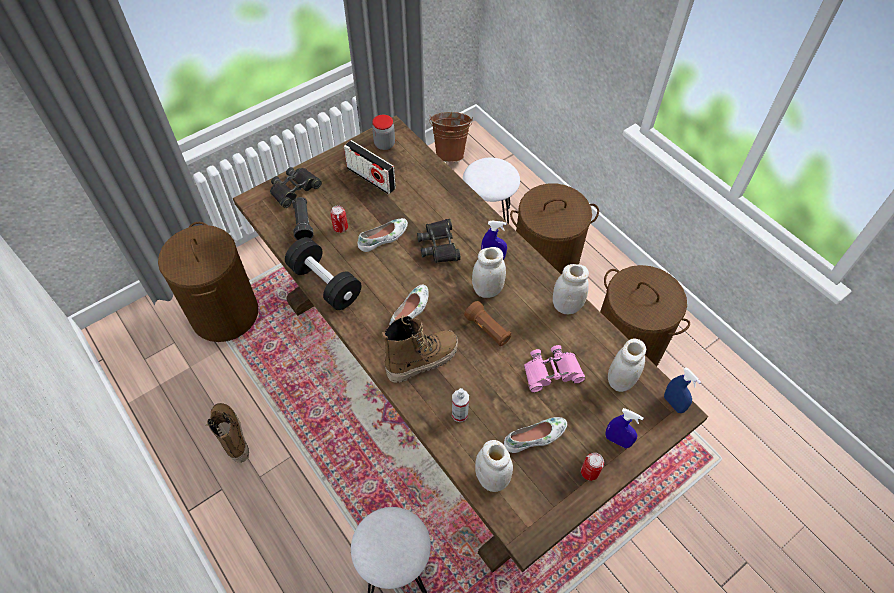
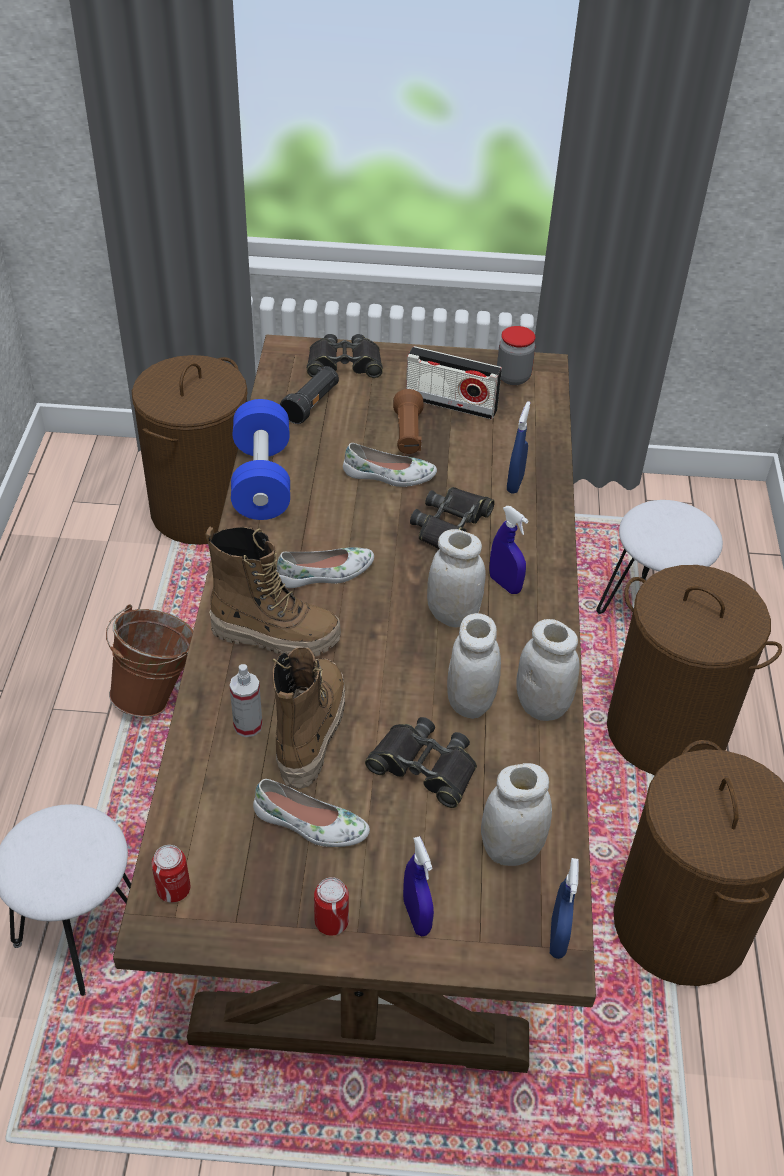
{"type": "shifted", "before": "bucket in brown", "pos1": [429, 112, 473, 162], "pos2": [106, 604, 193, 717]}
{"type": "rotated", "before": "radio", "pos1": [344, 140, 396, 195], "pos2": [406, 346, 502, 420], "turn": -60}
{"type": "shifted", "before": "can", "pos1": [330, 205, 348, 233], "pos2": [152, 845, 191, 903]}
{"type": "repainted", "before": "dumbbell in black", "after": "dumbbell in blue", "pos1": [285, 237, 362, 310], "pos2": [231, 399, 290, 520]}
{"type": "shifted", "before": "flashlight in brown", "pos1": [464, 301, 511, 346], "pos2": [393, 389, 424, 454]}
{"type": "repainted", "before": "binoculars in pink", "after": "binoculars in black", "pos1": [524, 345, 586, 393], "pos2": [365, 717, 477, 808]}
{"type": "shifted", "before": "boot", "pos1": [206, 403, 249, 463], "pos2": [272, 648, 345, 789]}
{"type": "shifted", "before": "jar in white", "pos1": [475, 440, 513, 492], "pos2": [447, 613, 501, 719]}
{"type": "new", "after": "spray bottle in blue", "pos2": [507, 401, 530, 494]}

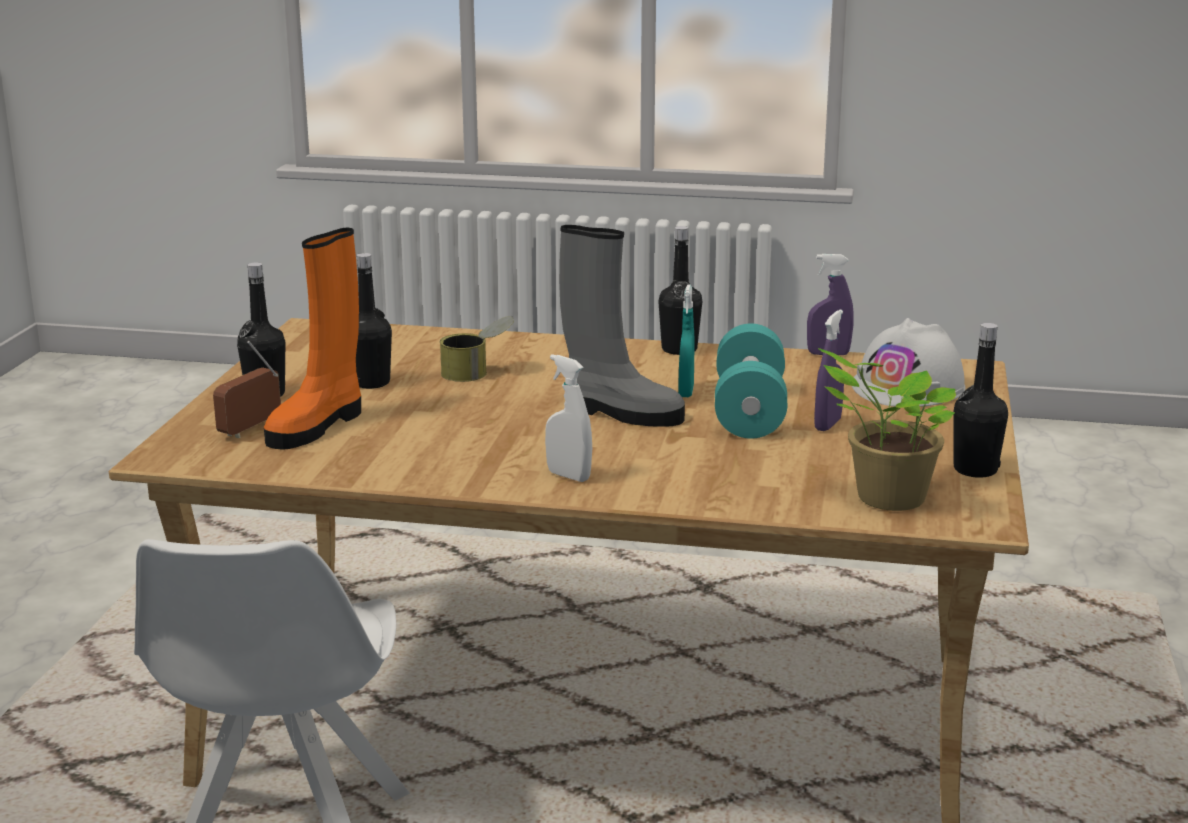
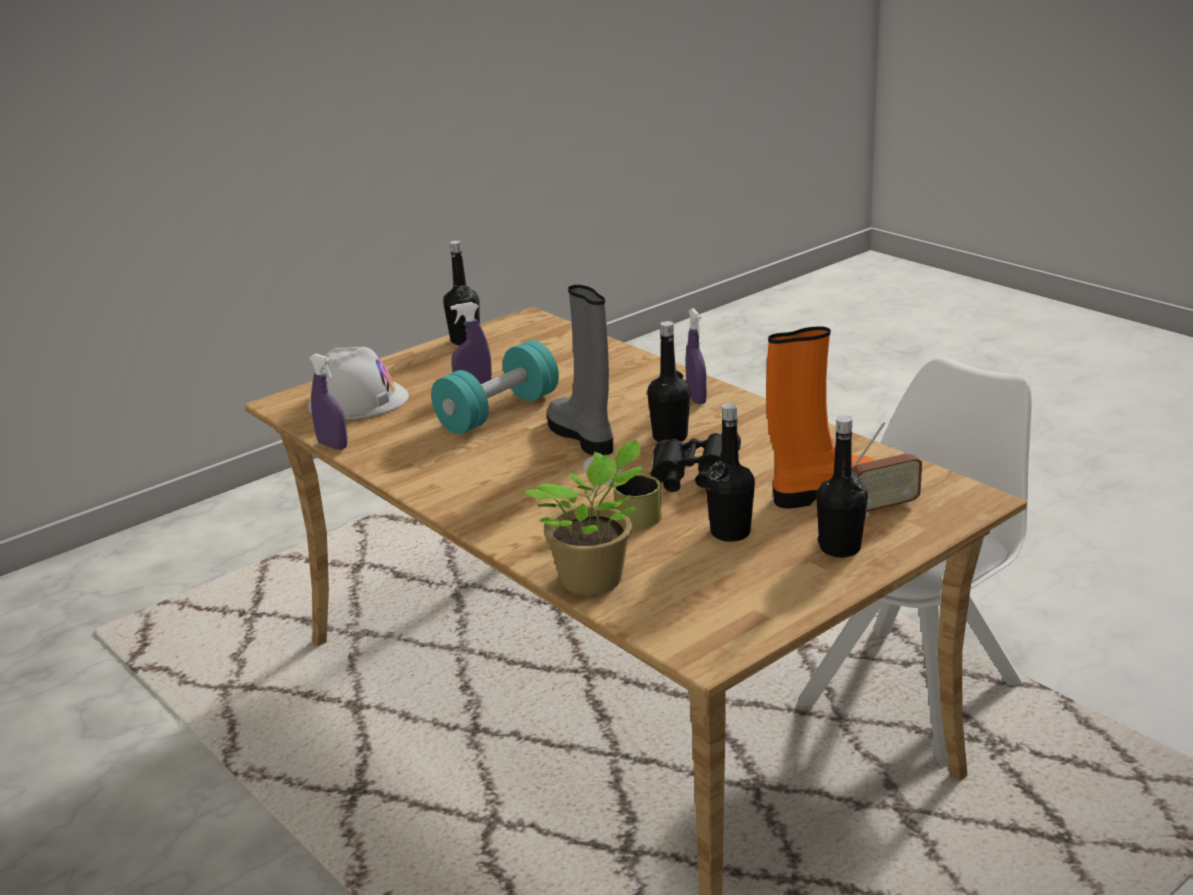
{"type": "shifted", "before": "bottle in black", "pos1": [658, 226, 702, 355], "pos2": [647, 321, 690, 442]}
{"type": "gone", "before": "spray bottle in turquoise", "pos1": [678, 285, 694, 397]}
{"type": "shifted", "before": "potted plant", "pos1": [818, 348, 956, 511], "pos2": [522, 440, 645, 595]}
{"type": "repainted", "before": "spray bottle in white", "after": "spray bottle in purple", "pos1": [545, 354, 592, 482], "pos2": [686, 308, 707, 404]}
{"type": "new", "after": "binoculars in black", "pos2": [651, 433, 741, 492]}

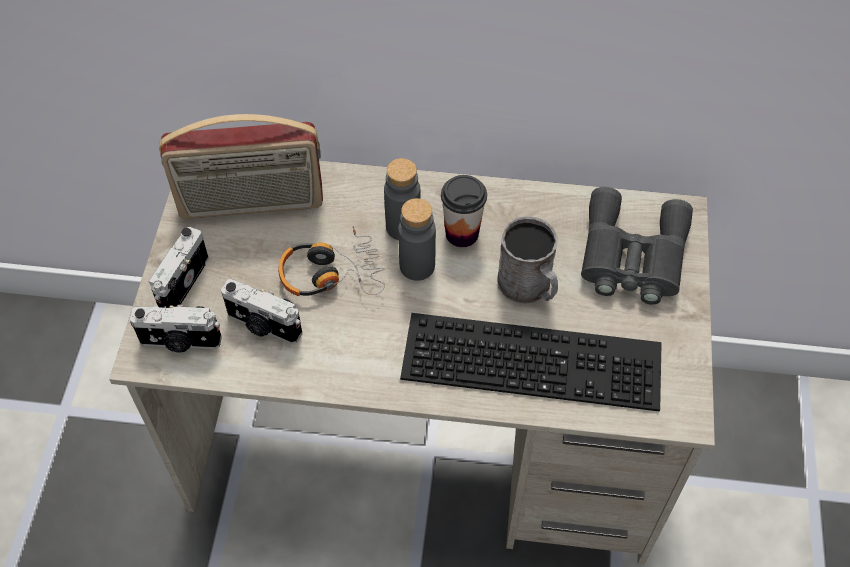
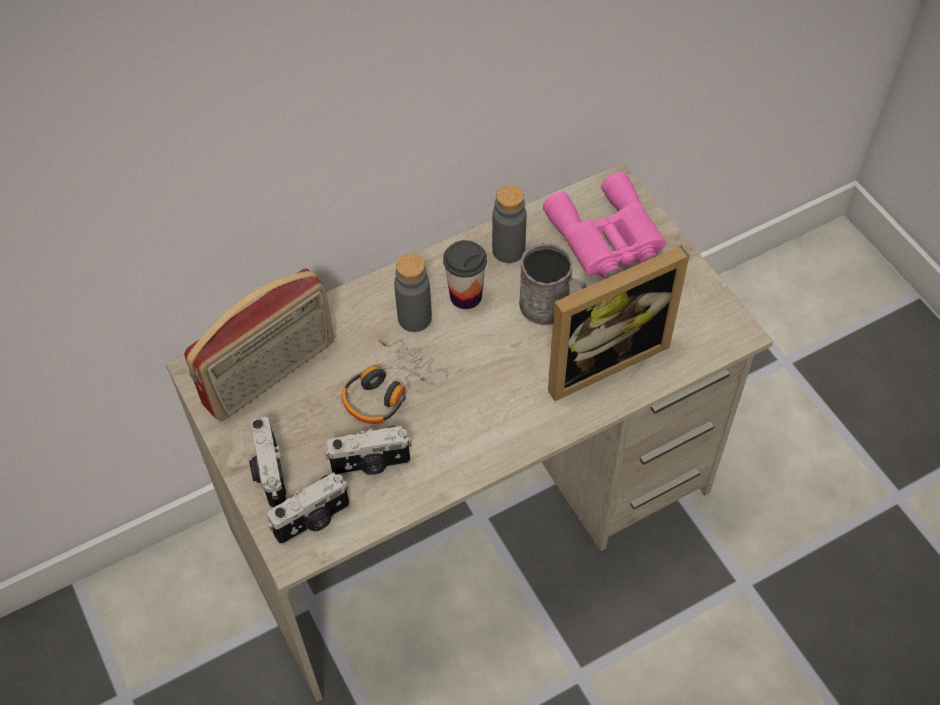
{"type": "repainted", "before": "binoculars in grey", "after": "binoculars in pink", "pos1": [581, 187, 693, 305], "pos2": [543, 172, 666, 279]}
{"type": "shifted", "before": "bottle in grey", "pos1": [398, 198, 436, 281], "pos2": [492, 185, 527, 263]}
{"type": "swapped", "before": "keyboard", "after": "picture frame", "pos1": [400, 313, 662, 412], "pos2": [548, 246, 689, 401]}

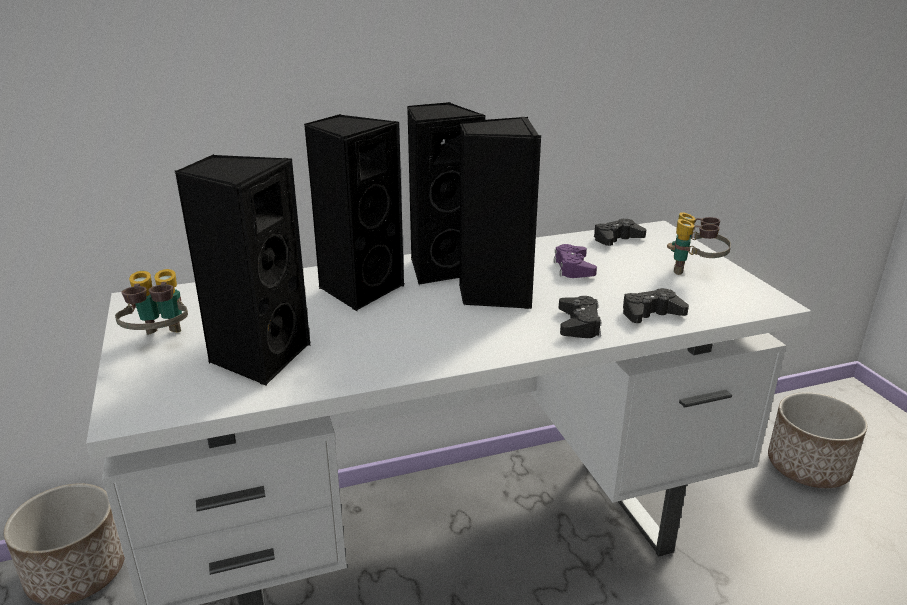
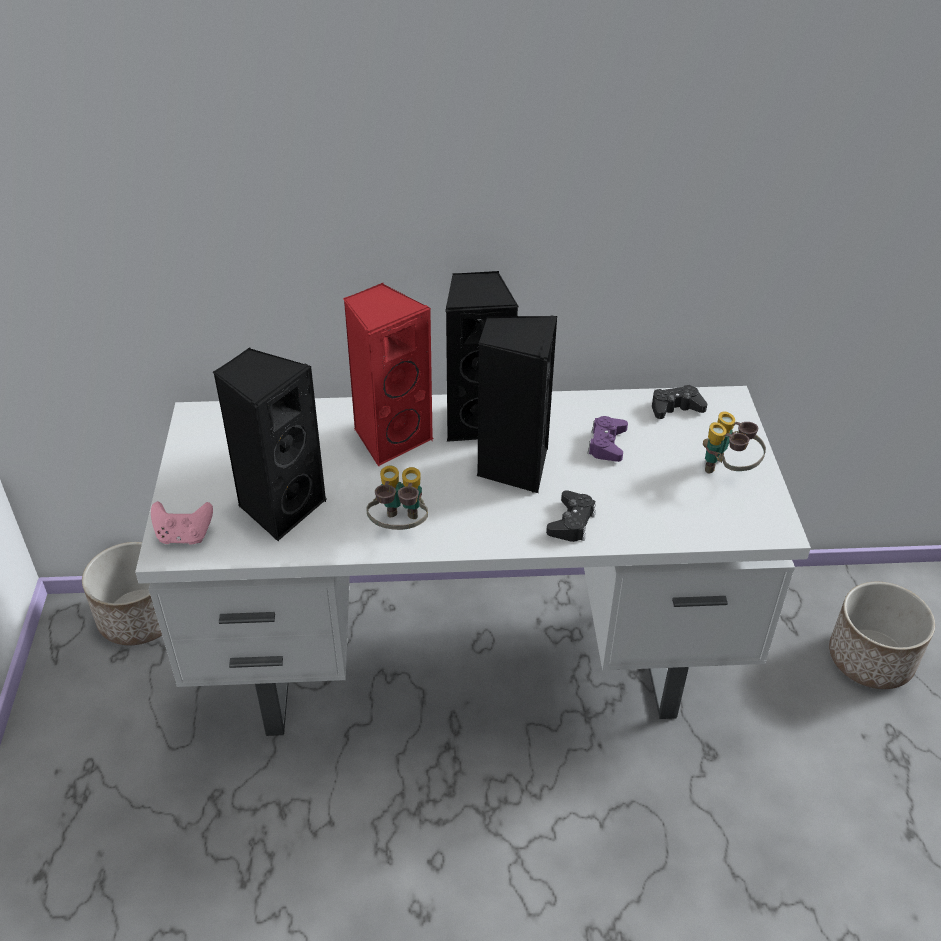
{"type": "repainted", "before": "speaker in black", "after": "speaker in red", "pos1": [304, 114, 404, 311], "pos2": [343, 283, 434, 466]}
{"type": "shifted", "before": "binoculars", "pos1": [115, 269, 188, 335], "pos2": [366, 466, 428, 530]}
{"type": "gone", "before": "game controller in black", "pos1": [623, 288, 689, 323]}
{"type": "new", "after": "game controller in pink", "pos2": [151, 501, 213, 545]}

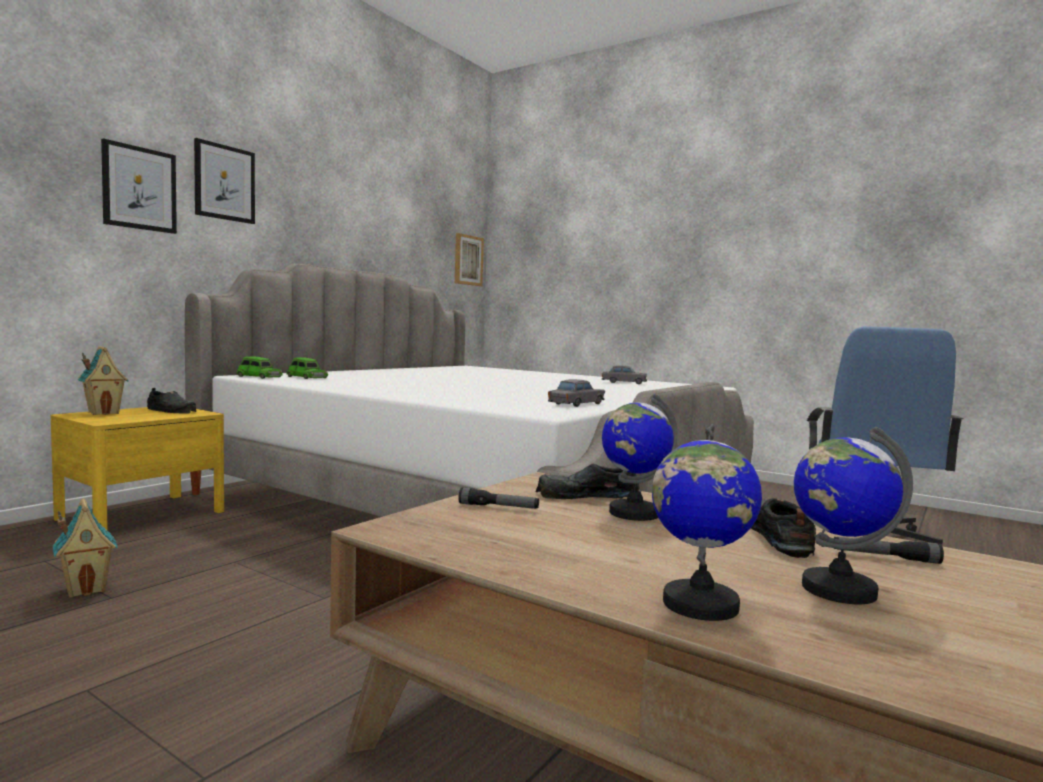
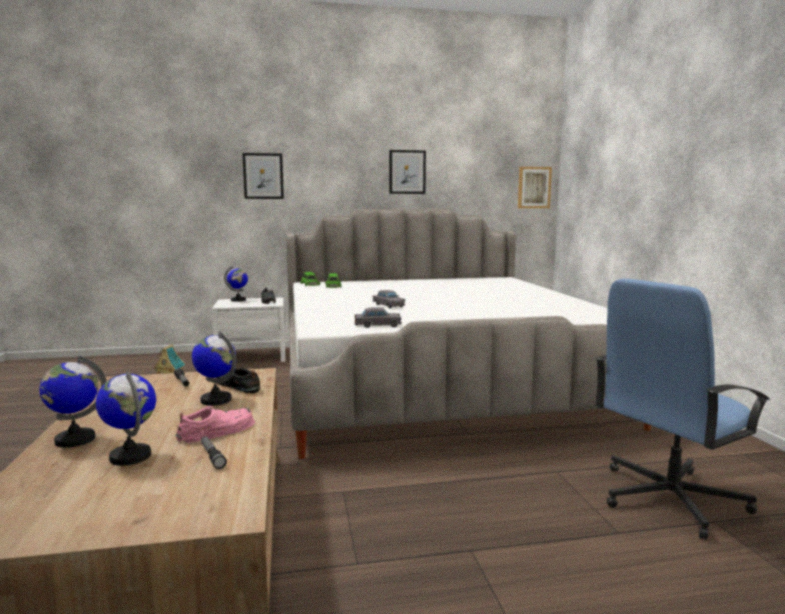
{"type": "shifted", "before": "picture", "pos1": [194, 138, 255, 224], "pos2": [389, 150, 426, 194]}
{"type": "swapped", "before": "toy house", "after": "globe", "pos1": [77, 346, 128, 415], "pos2": [224, 266, 248, 302]}
{"type": "shifted", "before": "toy car in grey", "pos1": [602, 365, 647, 384], "pos2": [373, 290, 406, 309]}
{"type": "repainted", "before": "nightstand in yellow", "after": "nightstand in white", "pos1": [51, 407, 224, 531], "pos2": [212, 297, 286, 362]}
{"type": "repainted", "before": "shoe in black", "after": "shoe in pink", "pos1": [751, 498, 816, 558], "pos2": [176, 406, 255, 443]}

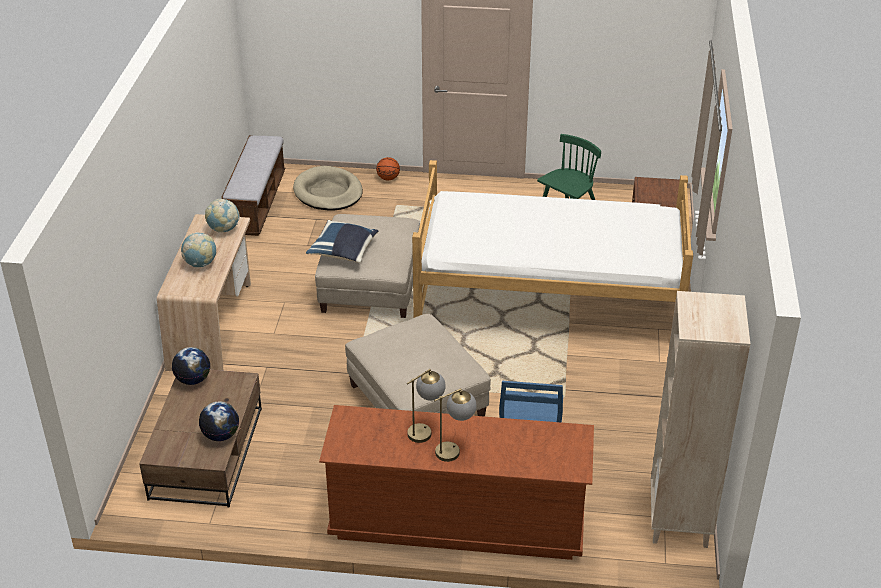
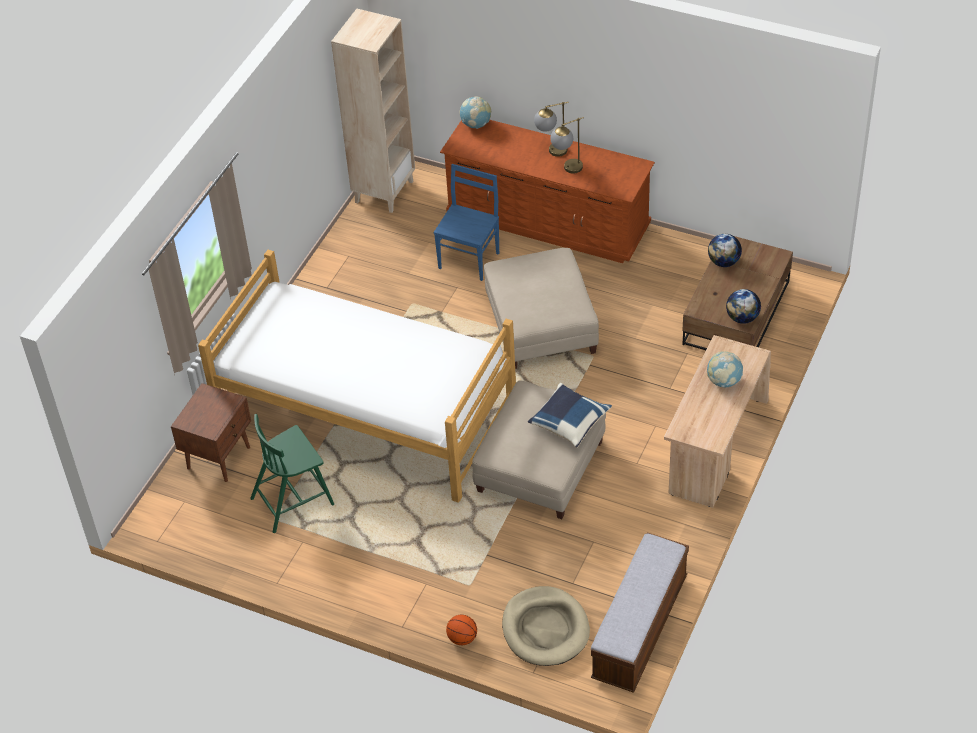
{"type": "shifted", "before": "globe", "pos1": [205, 199, 240, 233], "pos2": [460, 96, 491, 129]}

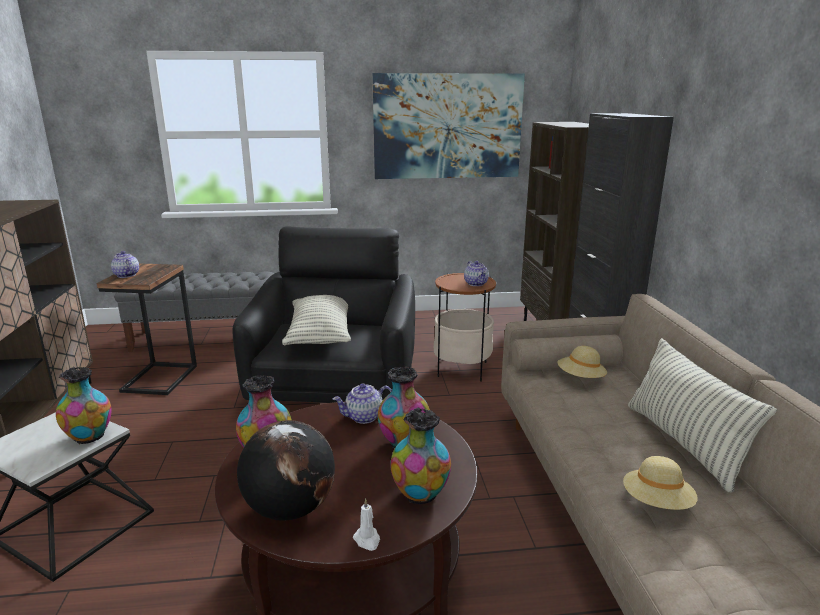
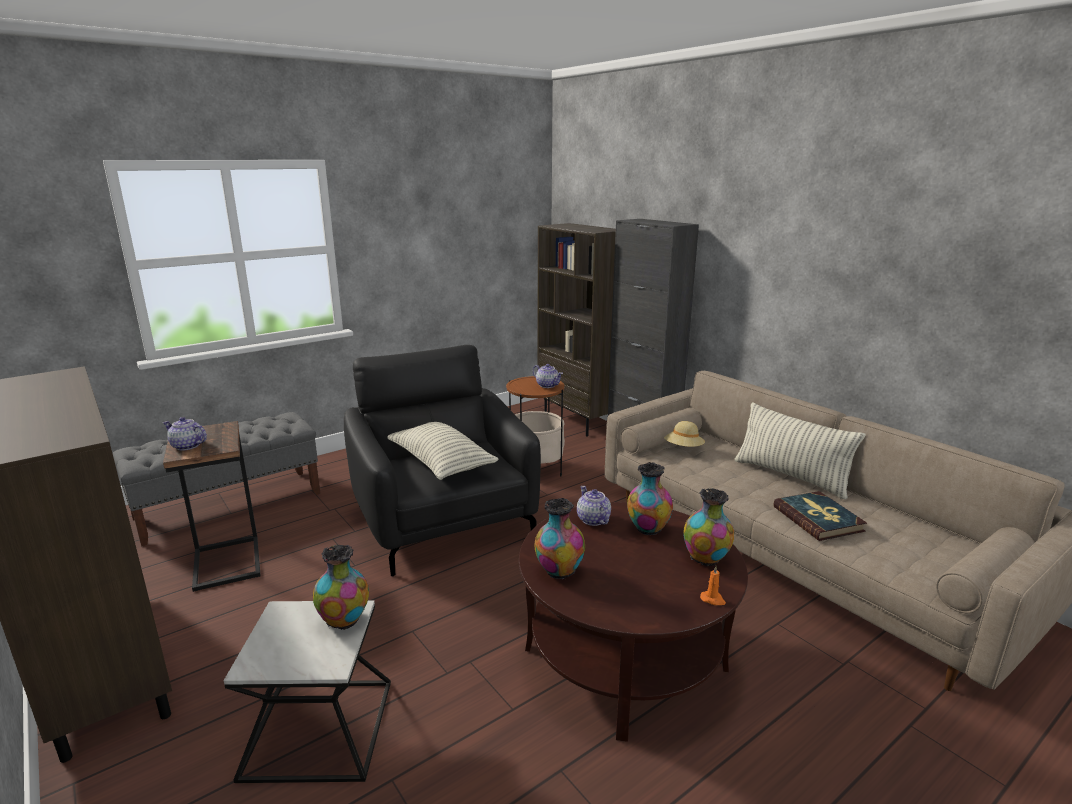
{"type": "gone", "before": "picture", "pos1": [372, 73, 525, 179]}
{"type": "rotated", "before": "teapot", "pos1": [333, 383, 392, 424], "pos2": [577, 486, 611, 526], "turn": 120}
{"type": "gone", "before": "globe", "pos1": [237, 420, 335, 521]}
{"type": "swapped", "before": "hat in beige", "after": "book", "pos1": [623, 456, 698, 510], "pos2": [773, 491, 867, 541]}
{"type": "repainted", "before": "candle in white", "after": "candle in orange", "pos1": [353, 498, 380, 551], "pos2": [700, 566, 726, 605]}

